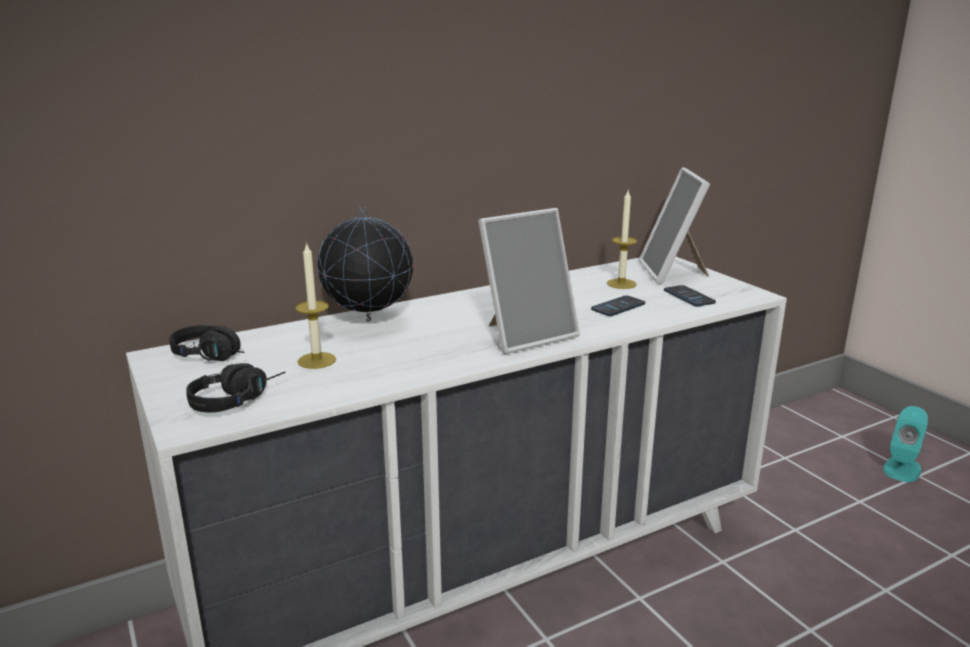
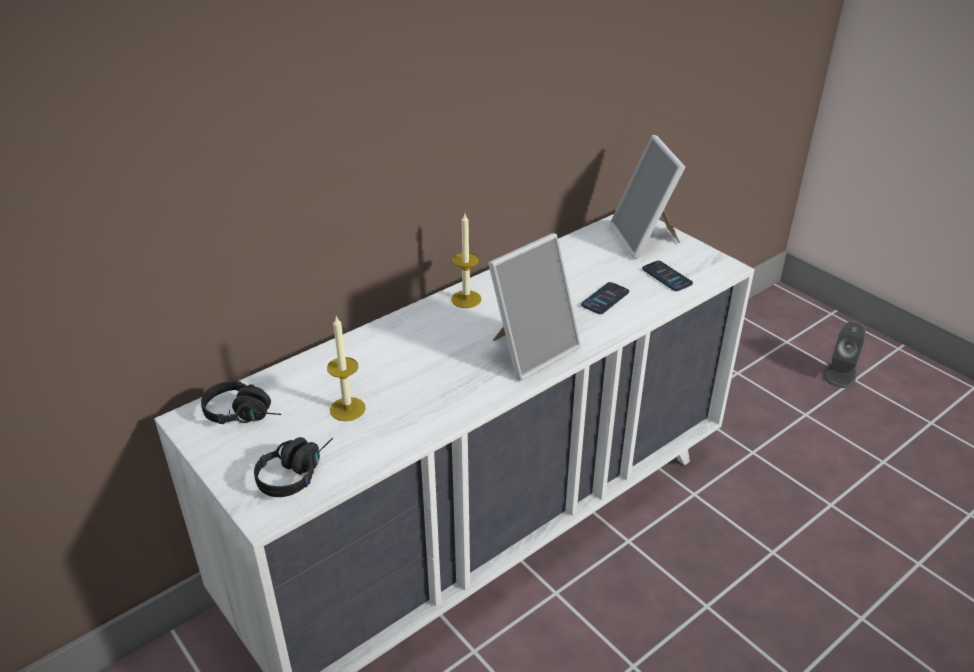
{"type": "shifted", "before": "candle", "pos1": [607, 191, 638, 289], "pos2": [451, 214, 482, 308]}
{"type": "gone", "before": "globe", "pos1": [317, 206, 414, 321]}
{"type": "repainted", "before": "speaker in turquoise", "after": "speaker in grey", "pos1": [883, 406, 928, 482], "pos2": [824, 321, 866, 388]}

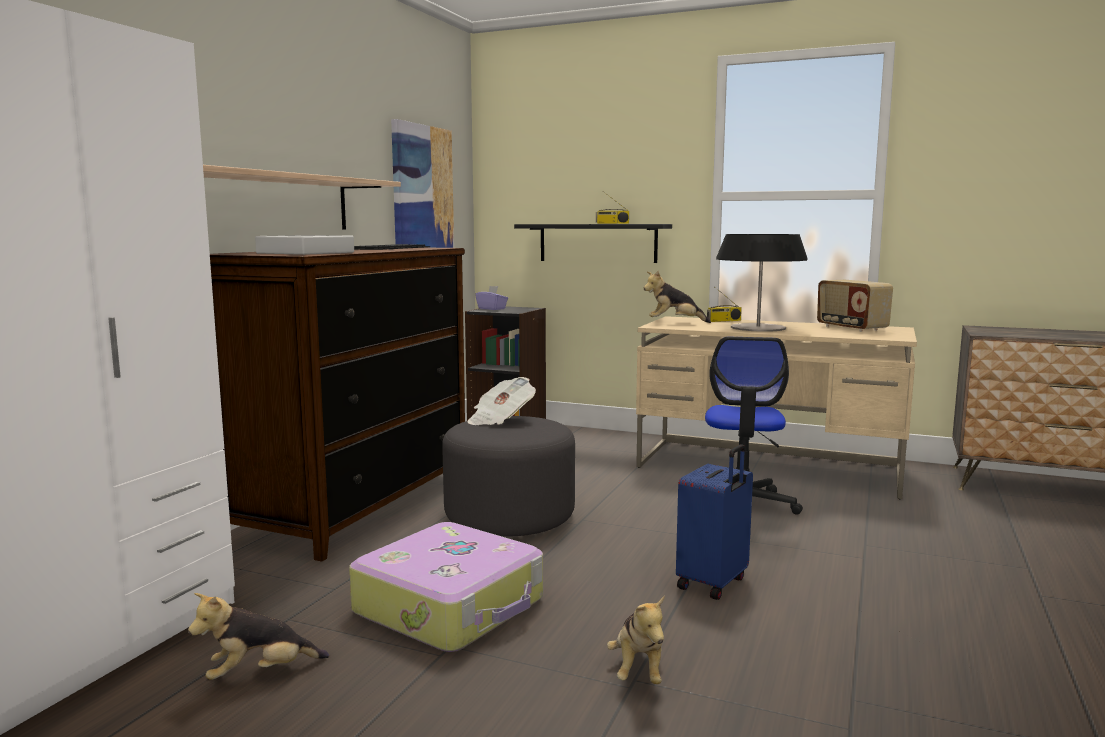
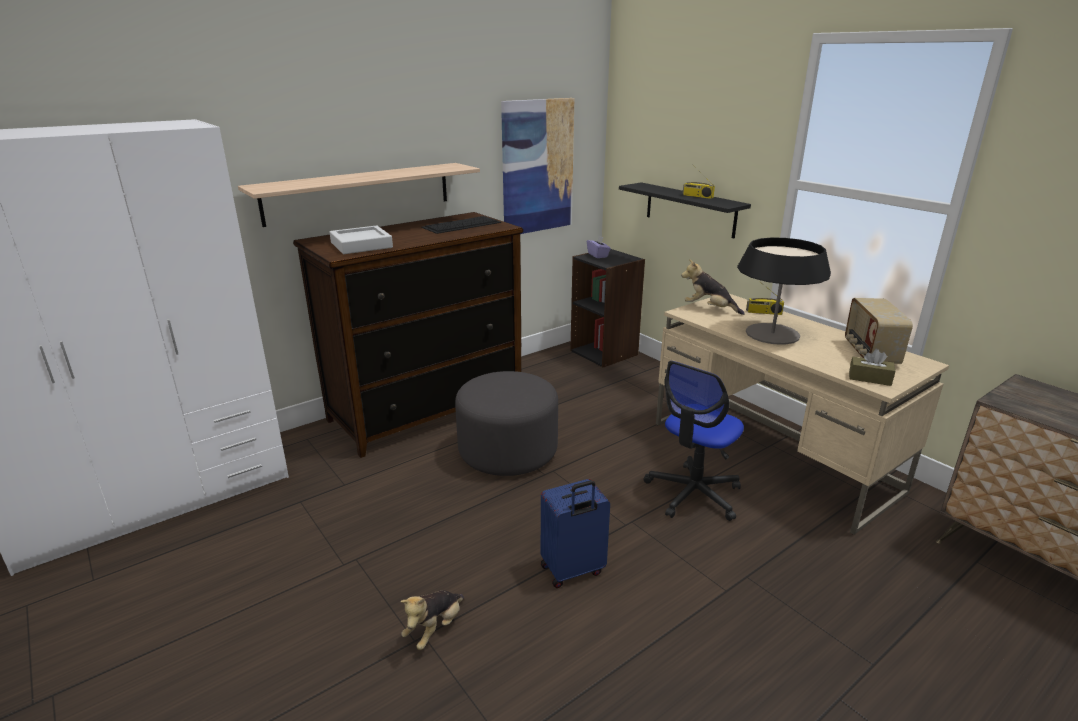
{"type": "gone", "before": "newspaper", "pos1": [467, 377, 536, 425]}
{"type": "gone", "before": "suitcase", "pos1": [349, 522, 543, 652]}
{"type": "gone", "before": "plush toy", "pos1": [188, 593, 329, 680]}
{"type": "new", "after": "tissue box in brown", "pos2": [849, 349, 895, 386]}

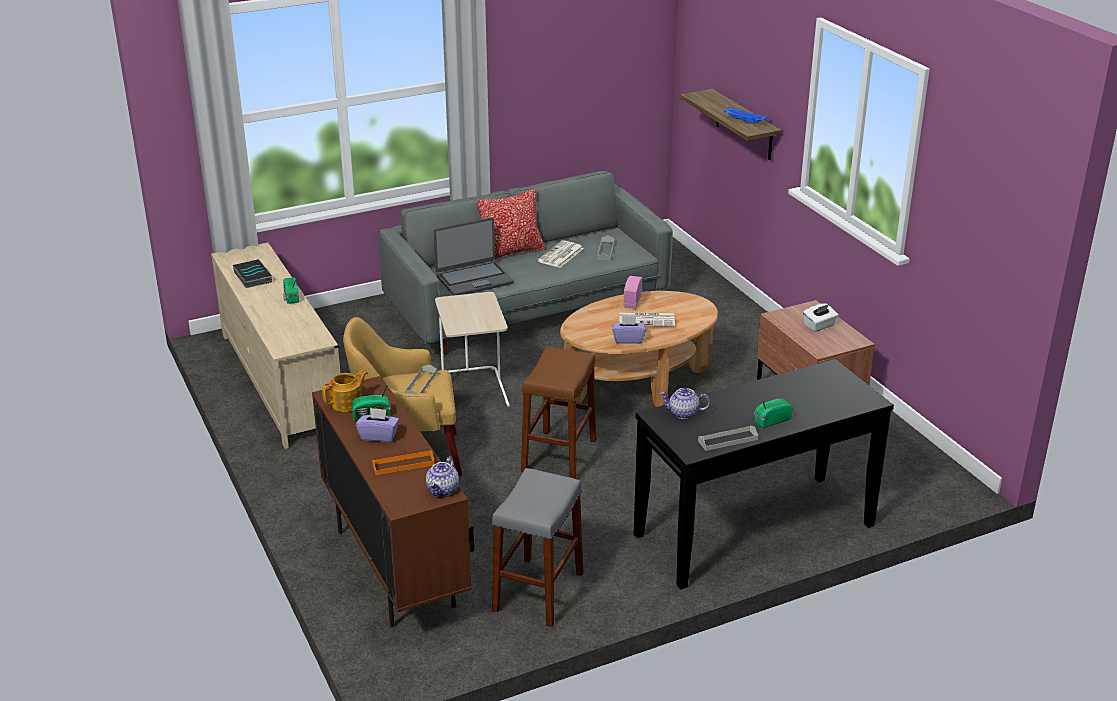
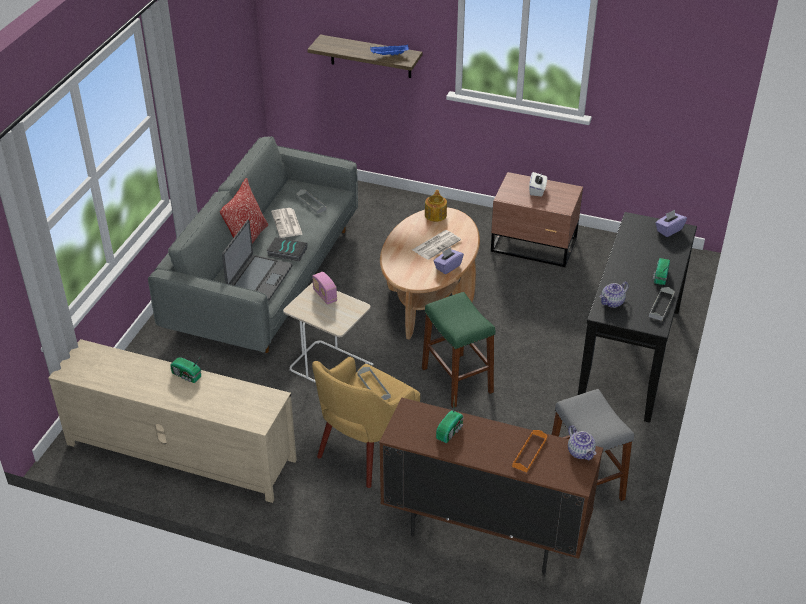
{"type": "shifted", "before": "book", "pos1": [233, 259, 272, 288], "pos2": [266, 237, 307, 262]}
{"type": "shifted", "before": "radio", "pos1": [623, 276, 642, 309], "pos2": [312, 272, 337, 305]}
{"type": "repainted", "before": "stool in brown", "after": "stool in green", "pos1": [521, 347, 596, 479], "pos2": [422, 292, 495, 408]}
{"type": "shifted", "before": "teapot", "pos1": [322, 370, 368, 412], "pos2": [425, 190, 447, 222]}
{"type": "shifted", "before": "tissue box in purple", "pos1": [356, 408, 399, 442], "pos2": [655, 210, 687, 237]}

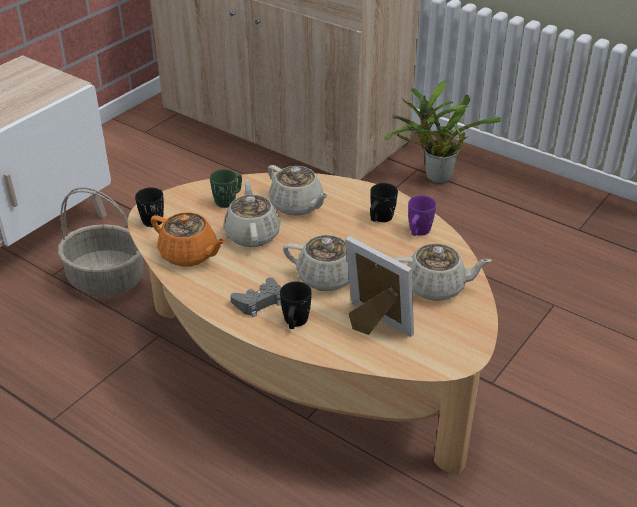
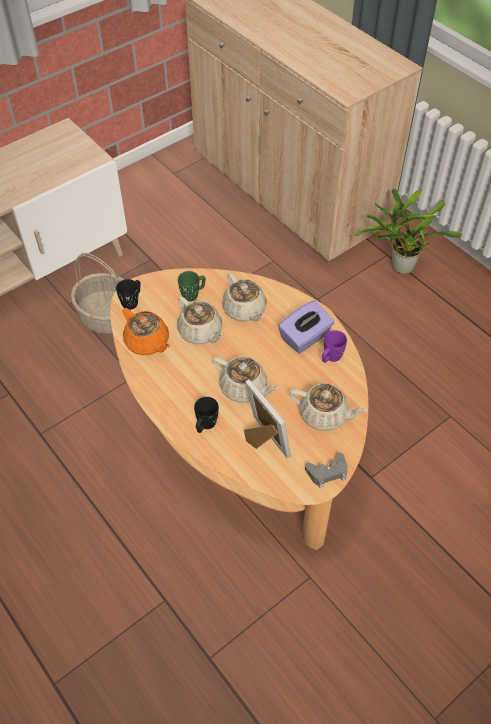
{"type": "rotated", "before": "teapot in beige", "pos1": [223, 179, 280, 247], "pos2": [177, 296, 223, 344], "turn": 135}
{"type": "swapped", "before": "mug in black", "after": "tissue box in purple", "pos1": [370, 183, 398, 222], "pos2": [278, 300, 335, 354]}
{"type": "shifted", "before": "game controller in grey", "pos1": [230, 277, 281, 317], "pos2": [305, 453, 348, 488]}

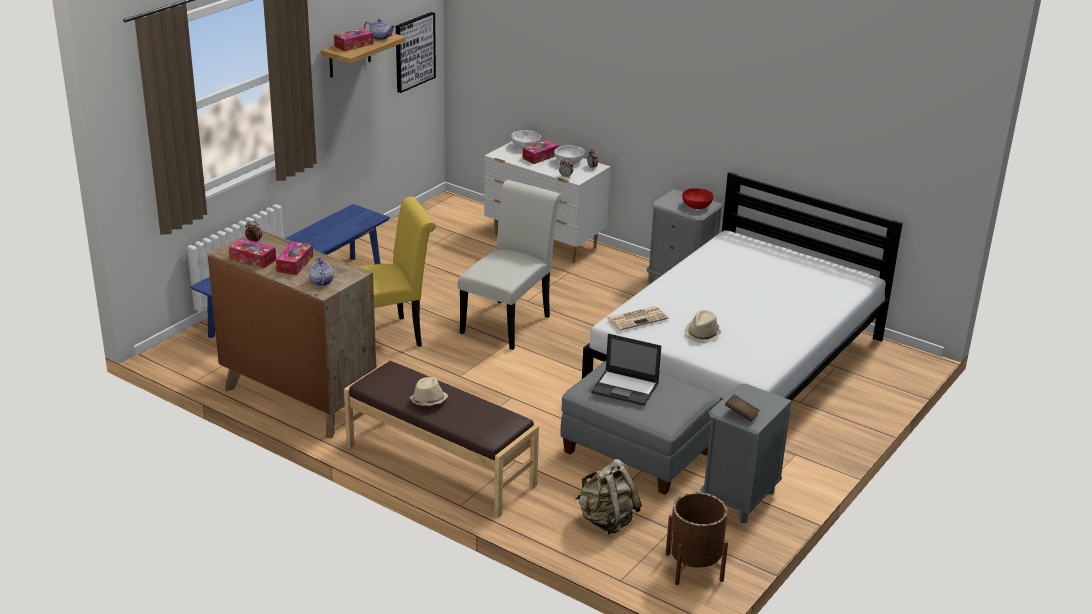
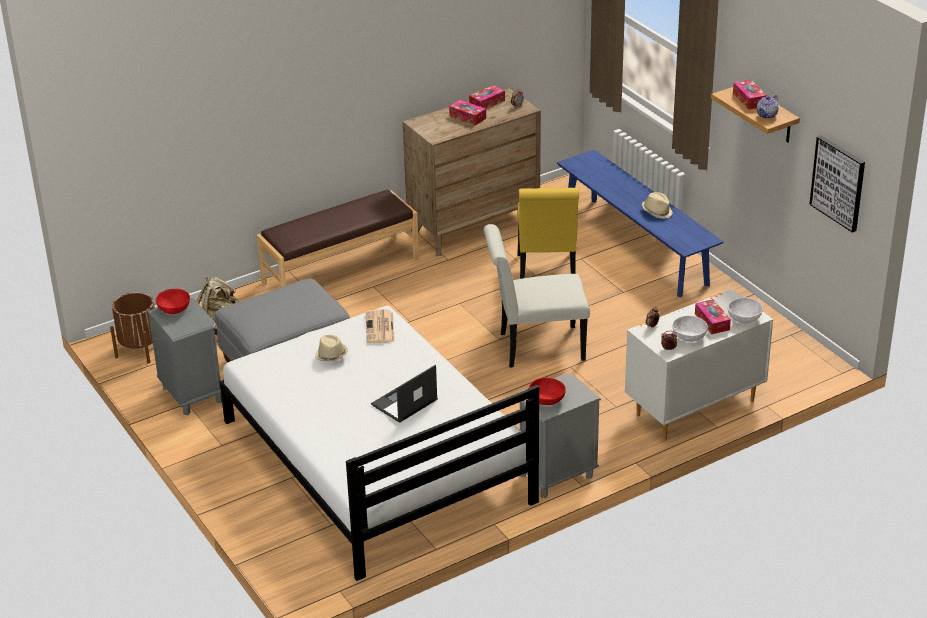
{"type": "rotated", "before": "chair in white", "pos1": [458, 180, 562, 350], "pos2": [484, 224, 590, 368], "turn": 120}
{"type": "gone", "before": "teapot", "pos1": [309, 257, 334, 286]}
{"type": "shifted", "before": "laptop", "pos1": [591, 334, 661, 406], "pos2": [371, 365, 438, 423]}
{"type": "shifted", "before": "hat in beige", "pos1": [410, 377, 448, 406], "pos2": [642, 192, 673, 219]}
{"type": "swapped", "before": "book in brown", "after": "bowl in red", "pos1": [725, 394, 760, 422], "pos2": [156, 289, 190, 314]}

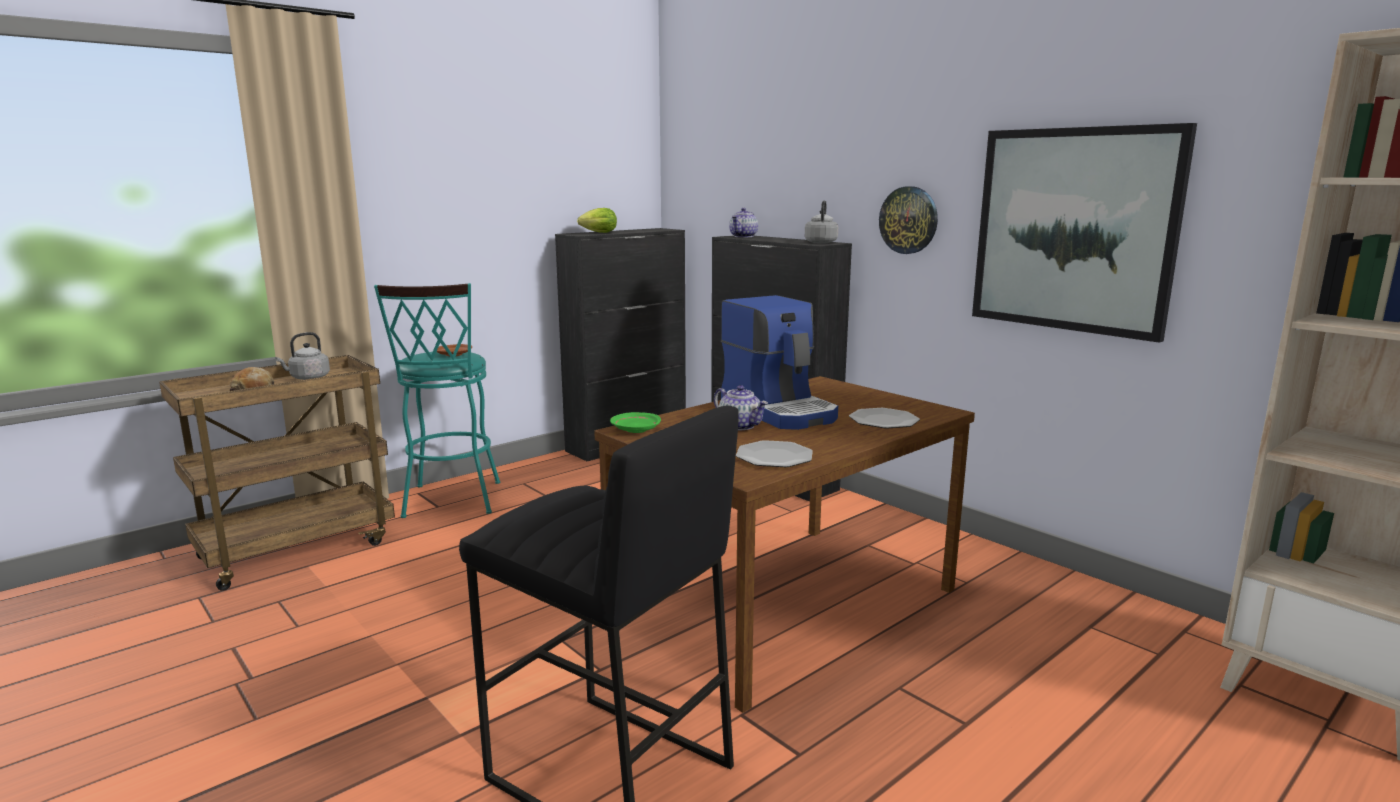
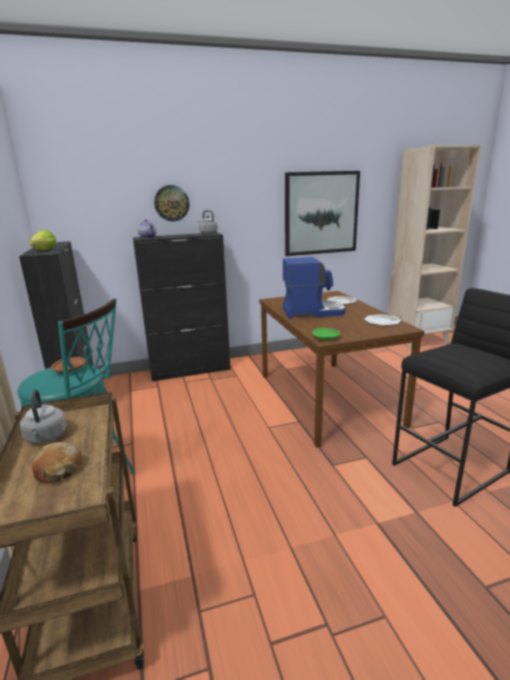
{"type": "shifted", "before": "wall clock", "pos1": [879, 186, 938, 254], "pos2": [154, 185, 189, 221]}
{"type": "gone", "before": "teapot", "pos1": [714, 385, 768, 430]}

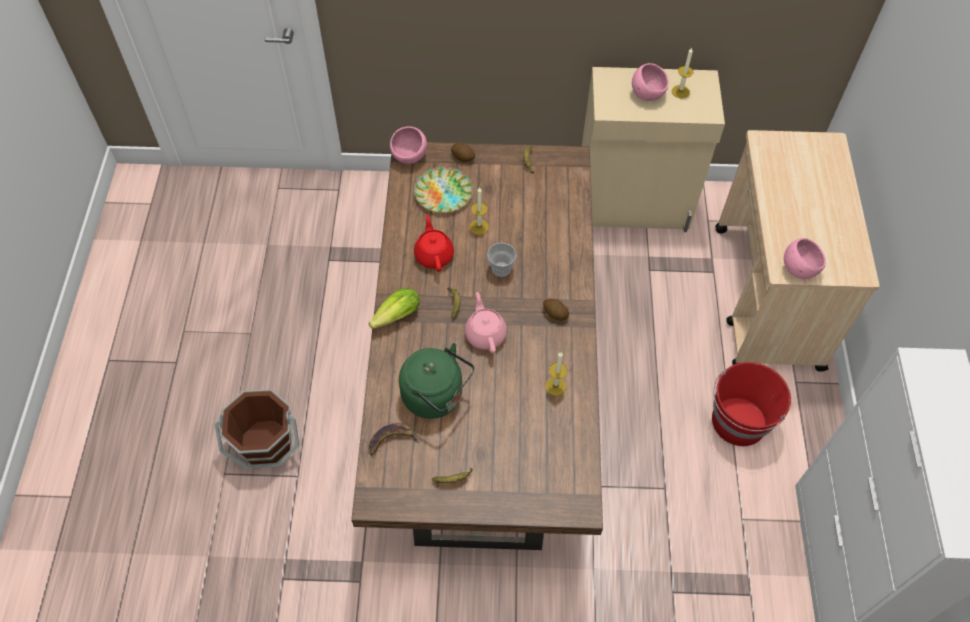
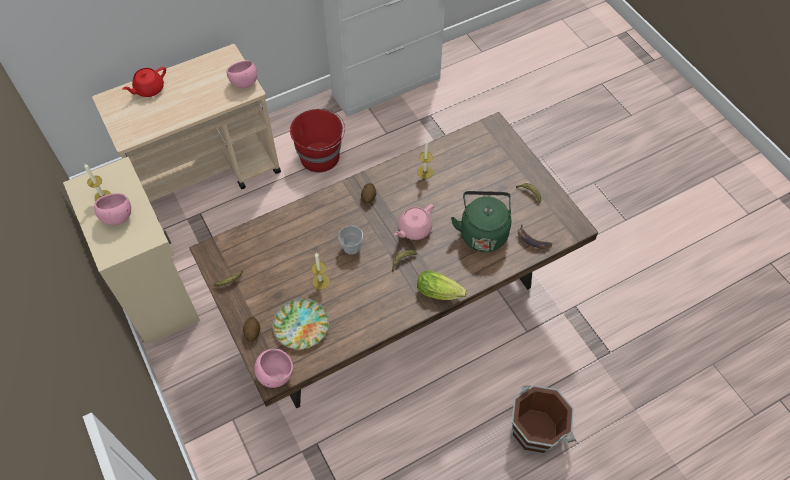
{"type": "shifted", "before": "teapot in red", "pos1": [414, 214, 454, 272], "pos2": [122, 67, 166, 97]}

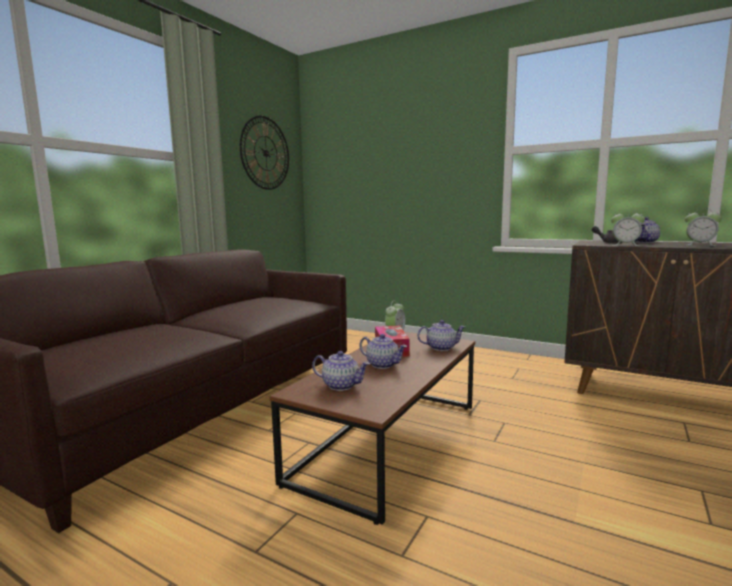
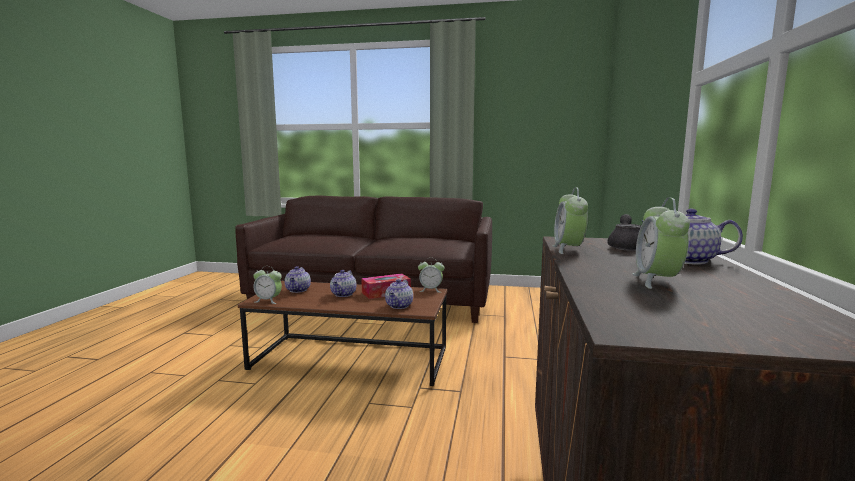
{"type": "gone", "before": "wall clock", "pos1": [240, 116, 289, 190]}
{"type": "rotated", "before": "teapot", "pos1": [417, 320, 465, 351], "pos2": [385, 279, 413, 309], "turn": 45}
{"type": "new", "after": "alarm clock", "pos2": [253, 266, 282, 304]}

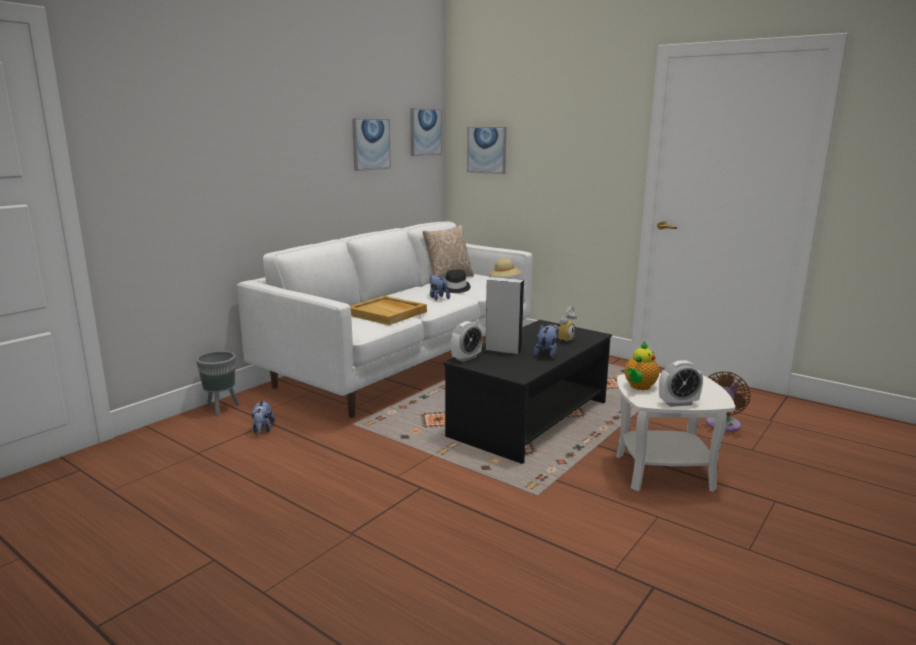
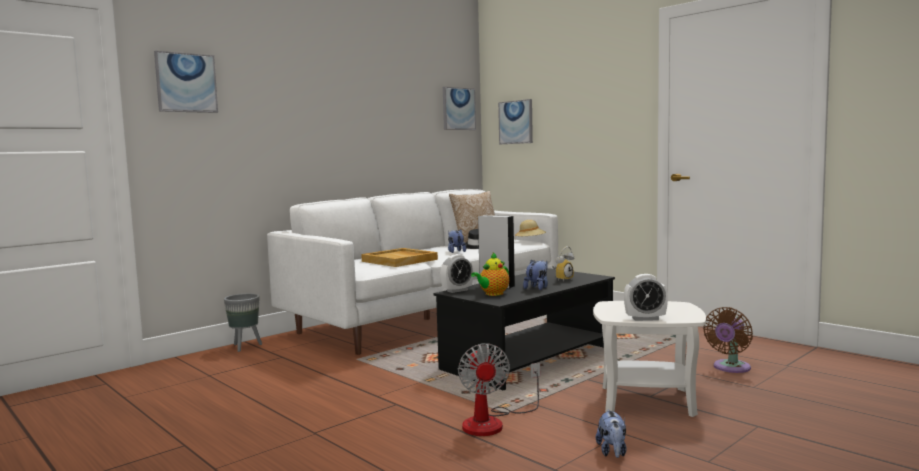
{"type": "shifted", "before": "picture", "pos1": [352, 118, 391, 171], "pos2": [154, 51, 218, 113]}
{"type": "shifted", "before": "teapot", "pos1": [625, 342, 659, 390], "pos2": [471, 252, 509, 296]}
{"type": "shifted", "before": "plush toy", "pos1": [251, 400, 275, 434], "pos2": [596, 410, 627, 458]}
{"type": "new", "after": "fan", "pos2": [458, 343, 540, 436]}

